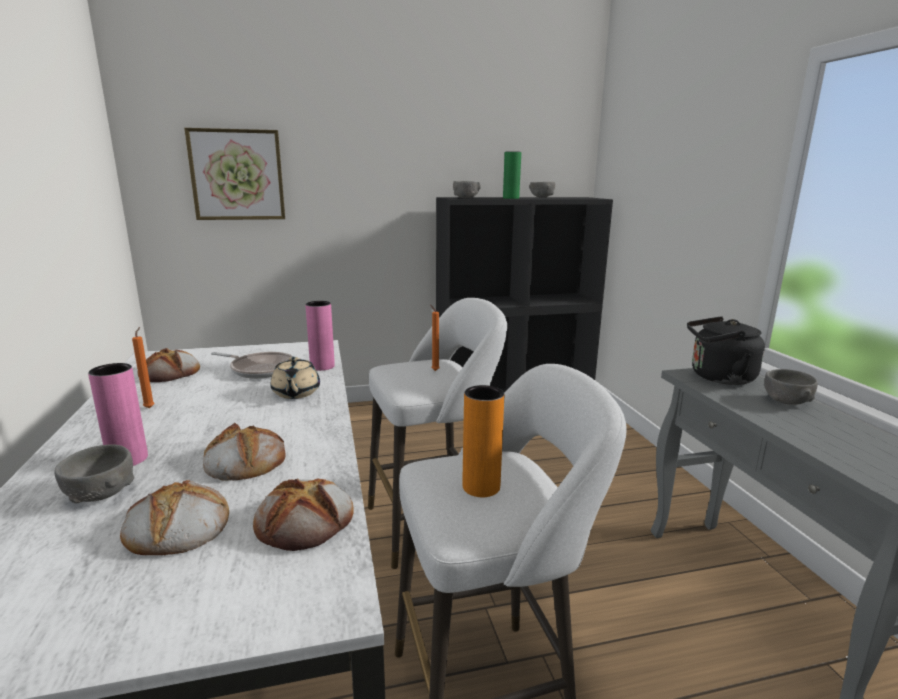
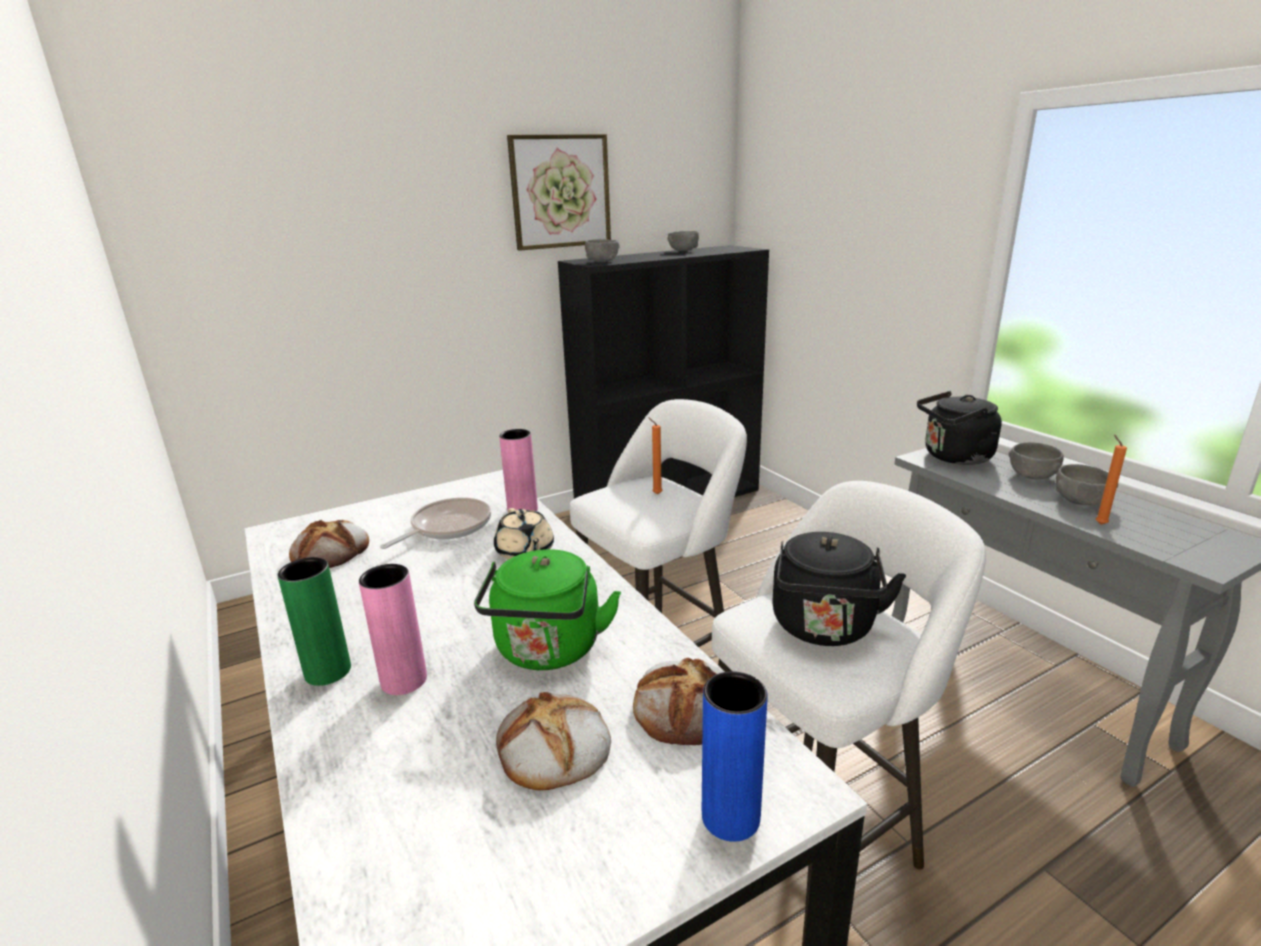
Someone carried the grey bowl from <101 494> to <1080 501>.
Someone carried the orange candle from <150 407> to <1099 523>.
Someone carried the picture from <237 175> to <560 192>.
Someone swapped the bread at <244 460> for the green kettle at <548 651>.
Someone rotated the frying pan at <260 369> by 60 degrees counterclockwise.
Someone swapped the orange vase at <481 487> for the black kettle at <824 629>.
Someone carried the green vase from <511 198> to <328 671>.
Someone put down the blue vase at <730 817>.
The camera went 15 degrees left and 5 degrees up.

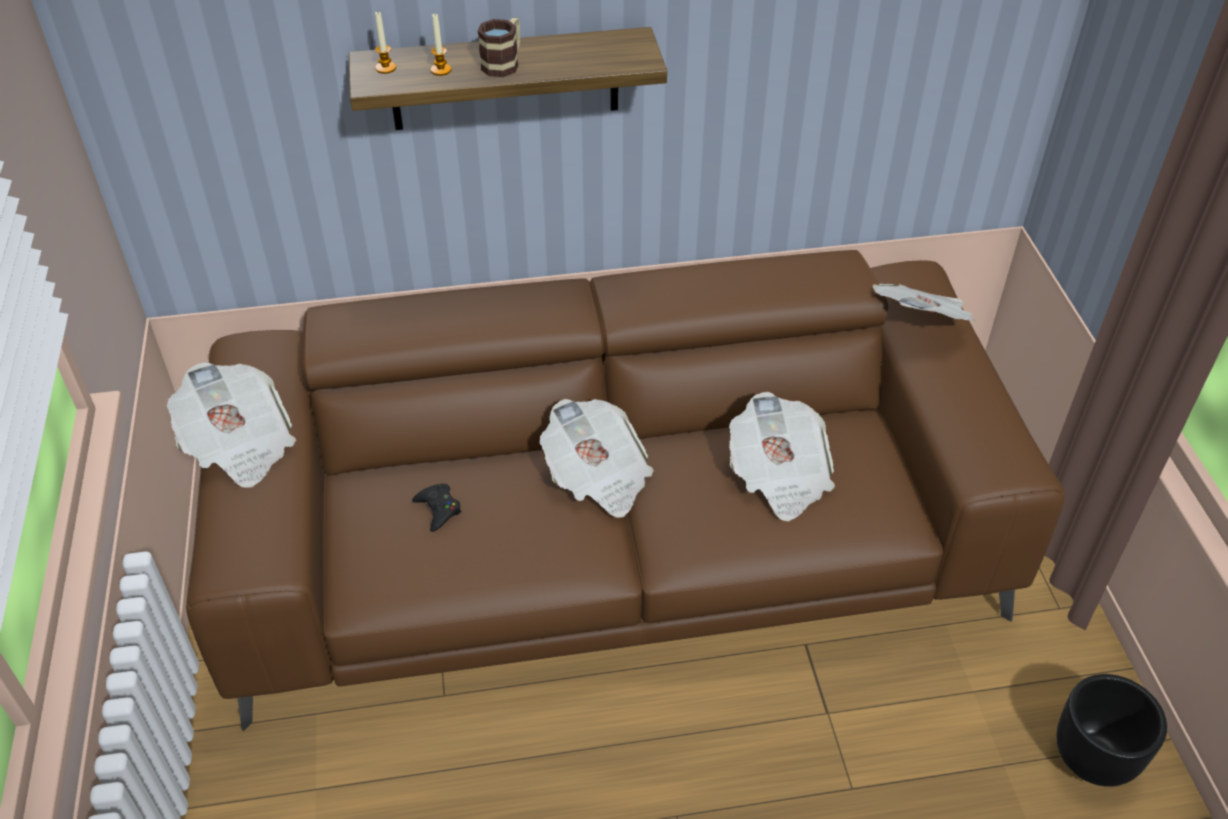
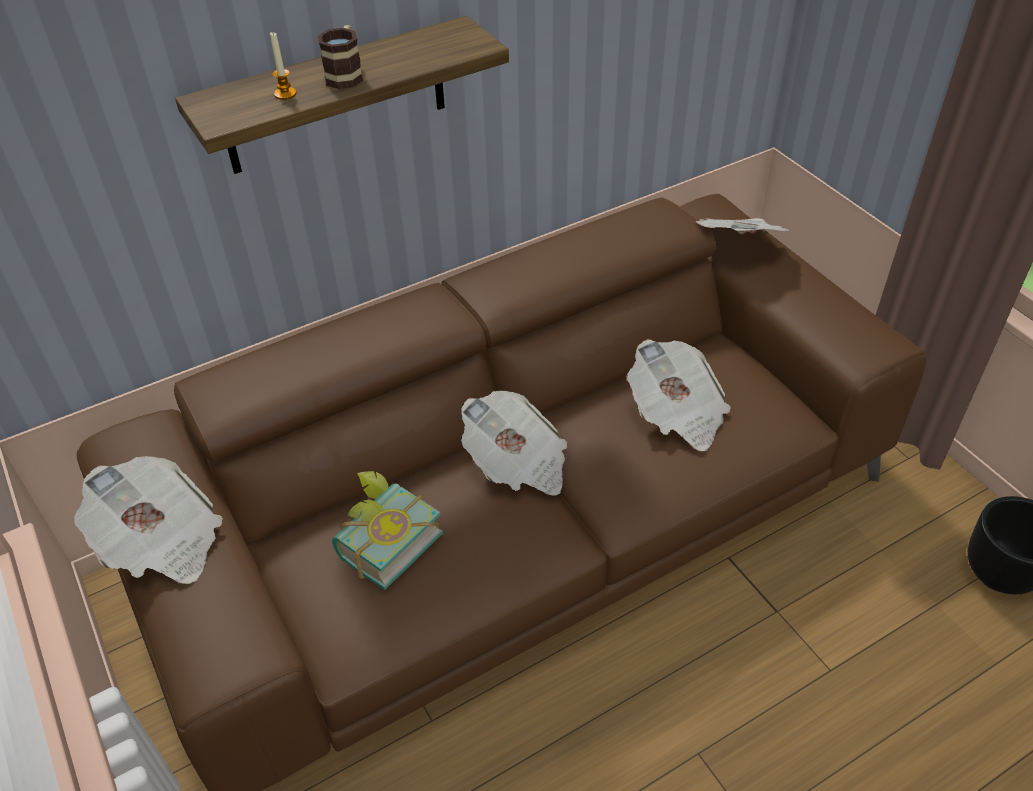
Someone took away the candle at <385 68>.
Someone swapped the black game controller at <438 509> for the book at <383 542>.
The camera went 20 degrees left and 0 degrees up.

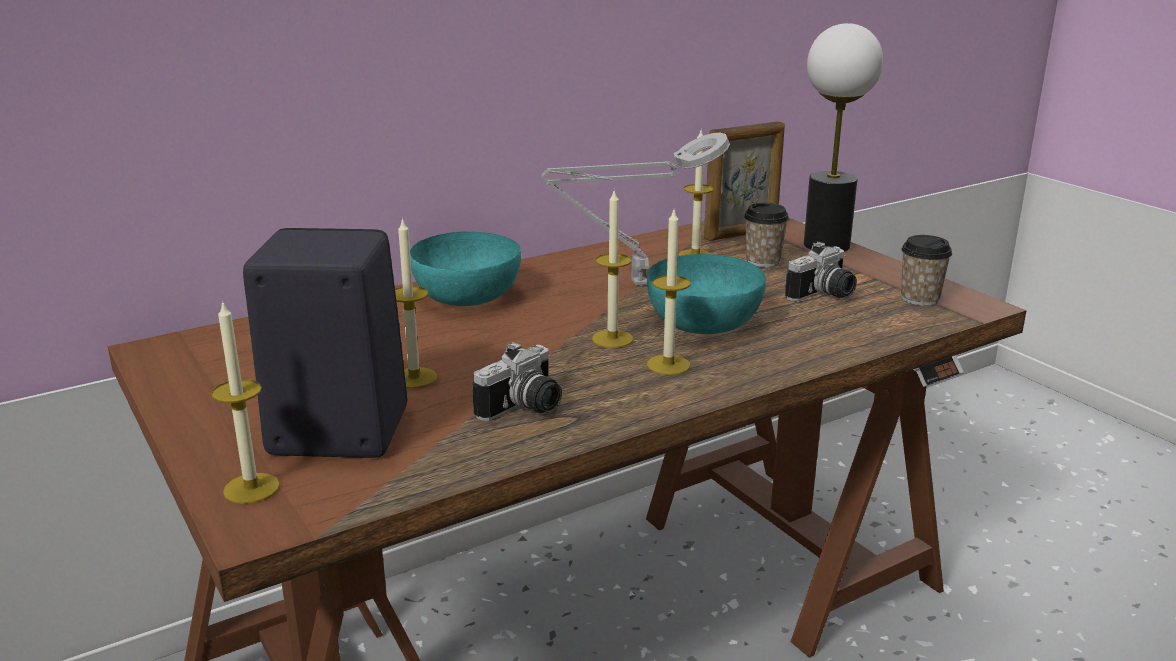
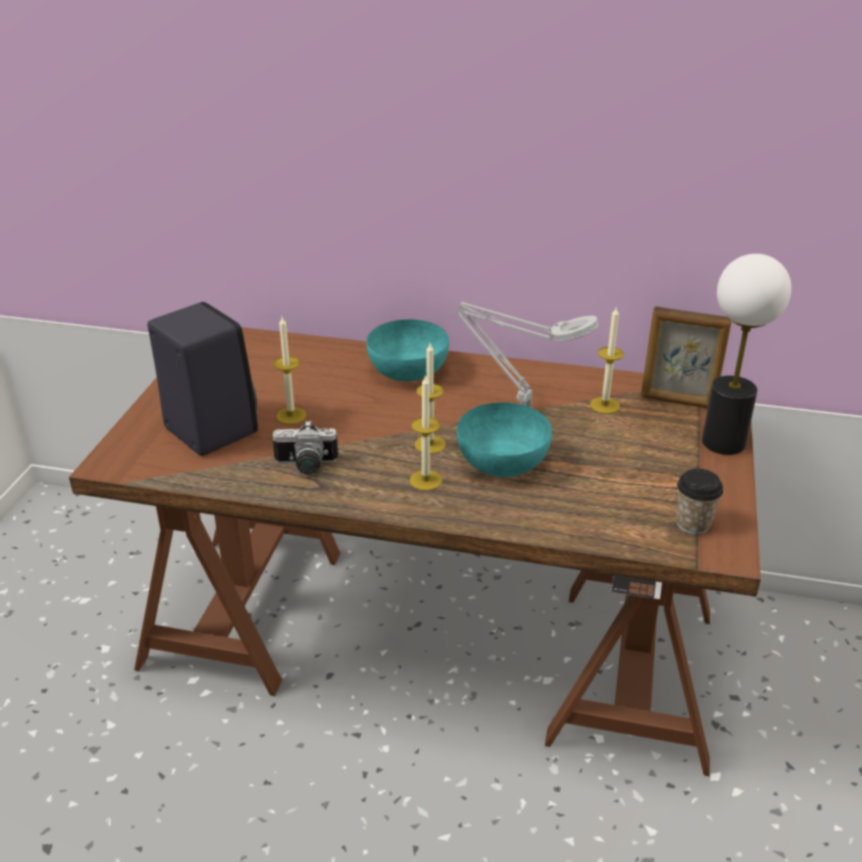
Someone took away the candle at <251 488>.
Someone took away the cup at <763 261>.
Someone took away the photo camera at <824 295>.
The camera went 45 degrees right and 10 degrees up.

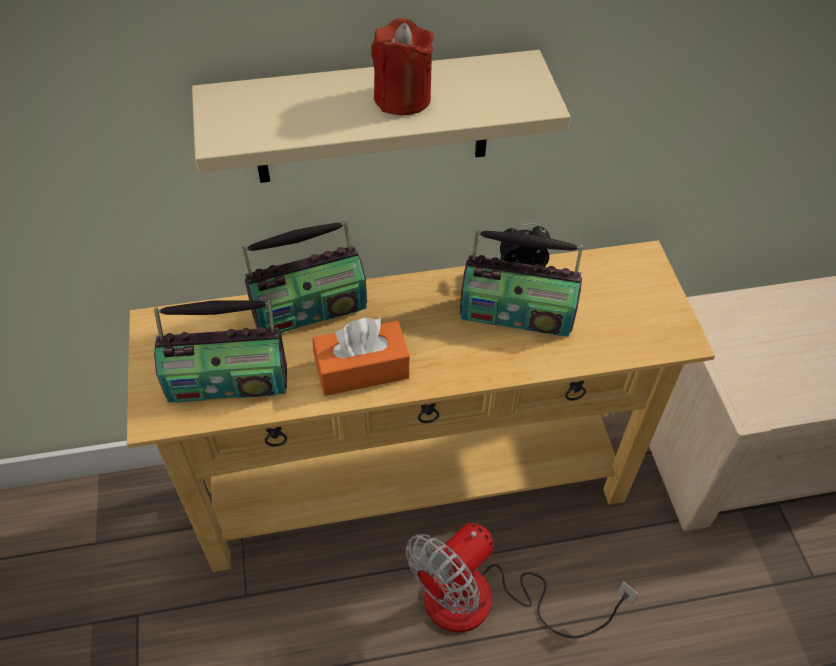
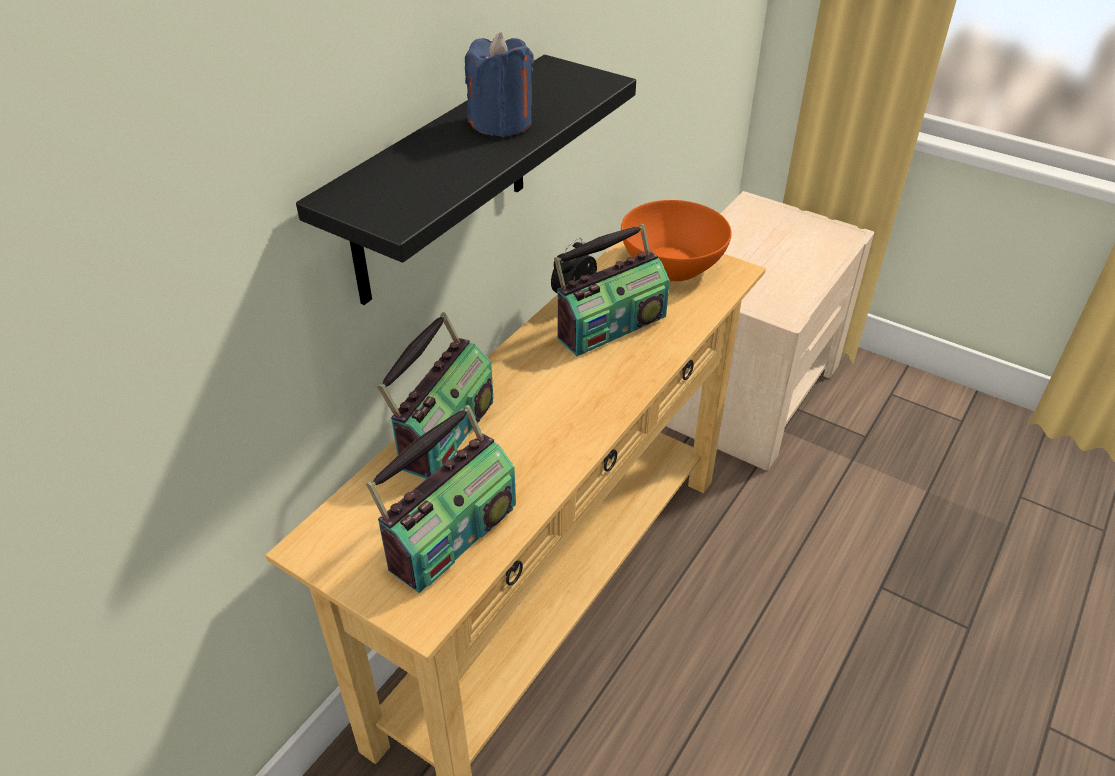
Someone repainted the beige shelf at <372 119>, which became the black shelf at <441 182>.
Someone took away the orange tissue box at <362 369>.
Someone repainted the red candle at <402 98>, which became the blue candle at <501 123>.
Someone took away the fan at <484 602>.
Someone put down the orange bowl at <673 264>.
The camera went 45 degrees left and 10 degrees down.

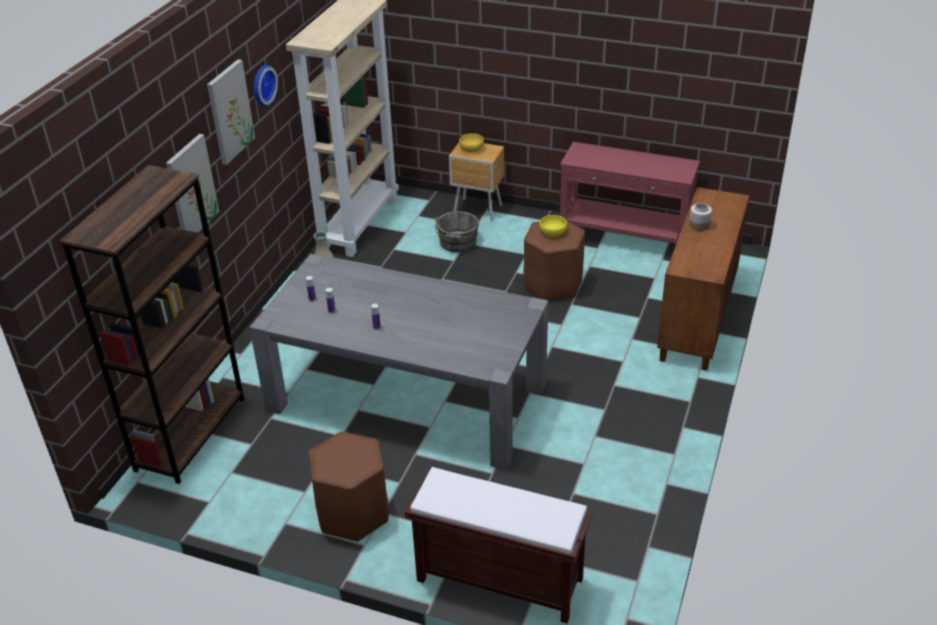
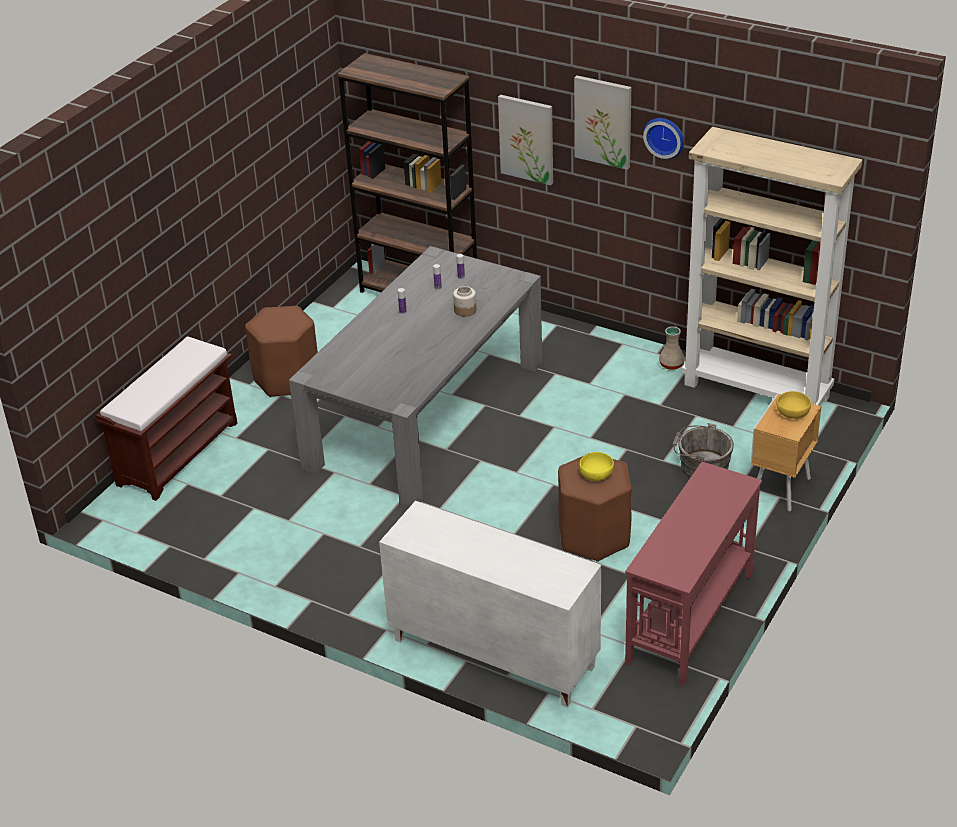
Someone repainted the brown cabinet at <698 320>, which became the white cabinet at <491 653>.
Someone carried the jar from <699 225> to <465 310>.
The camera went 100 degrees right and 0 degrees up.

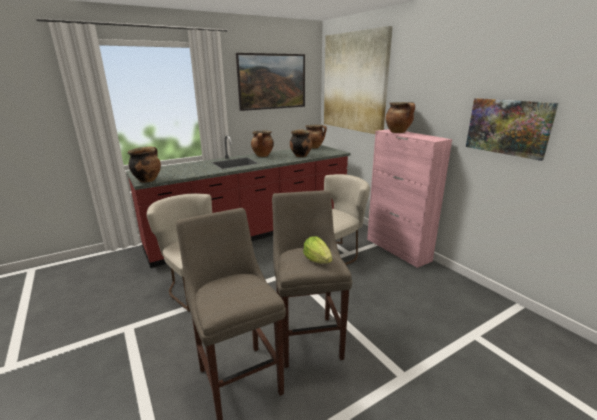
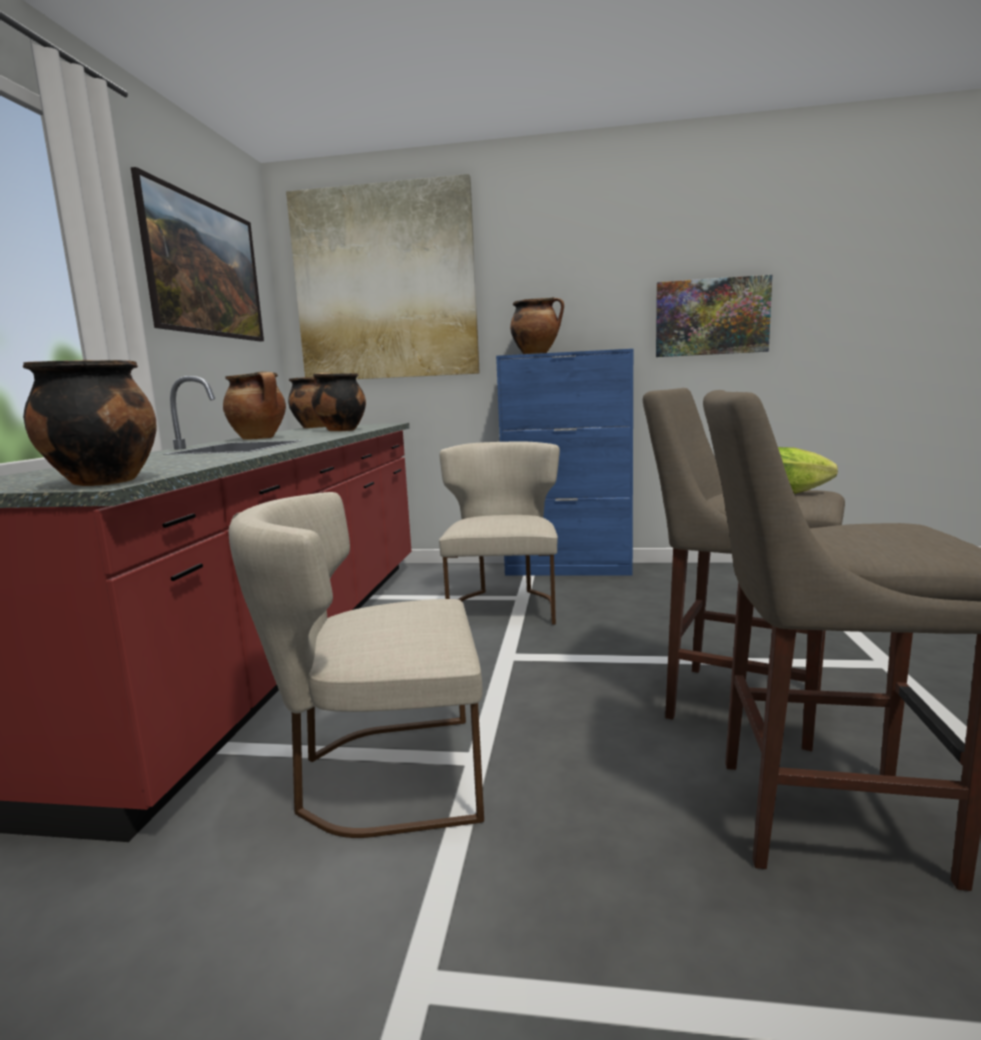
Someone repainted the pink cabinet at <398 250>, which became the blue cabinet at <569 569>.
The camera went 50 degrees left and 10 degrees down.

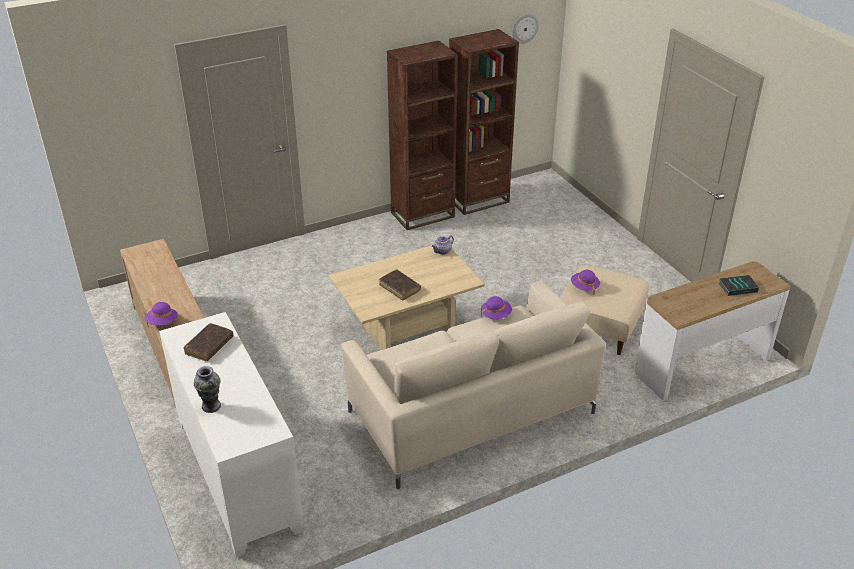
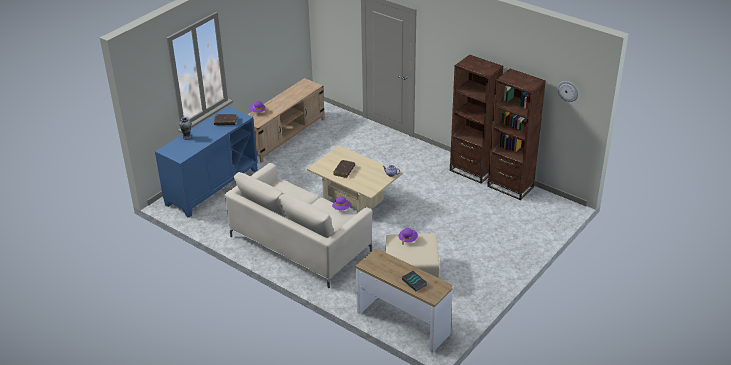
Someone repainted the white cabinet at <236 475>, which became the blue cabinet at <212 187>.
The camera went 65 degrees right and 0 degrees up.

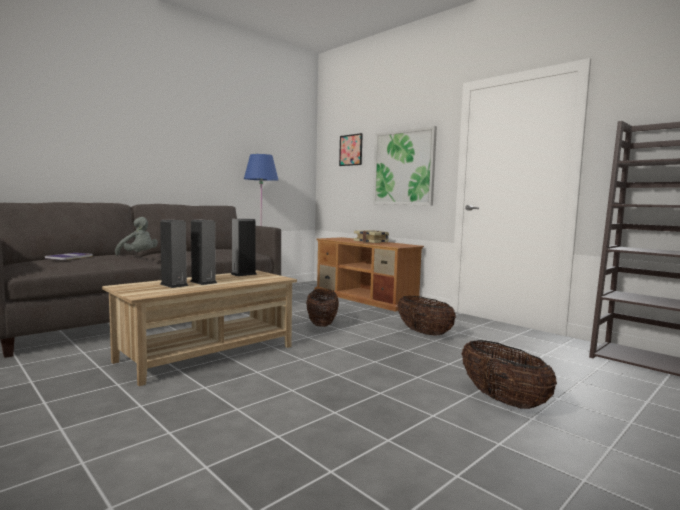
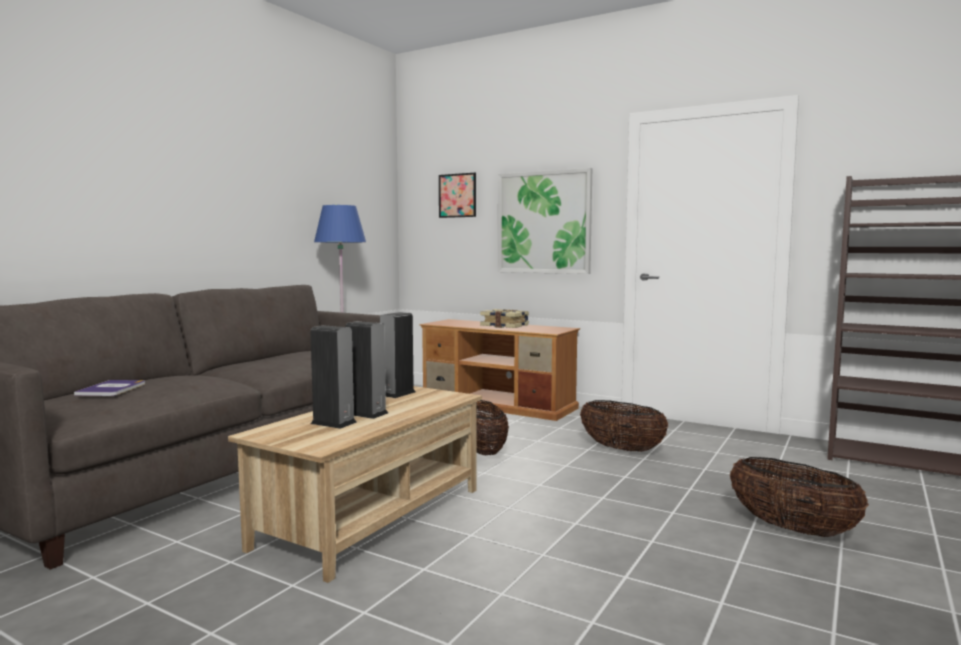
Someone took away the grey plush toy at <139 255>.
The camera went 15 degrees left and 0 degrees up.

